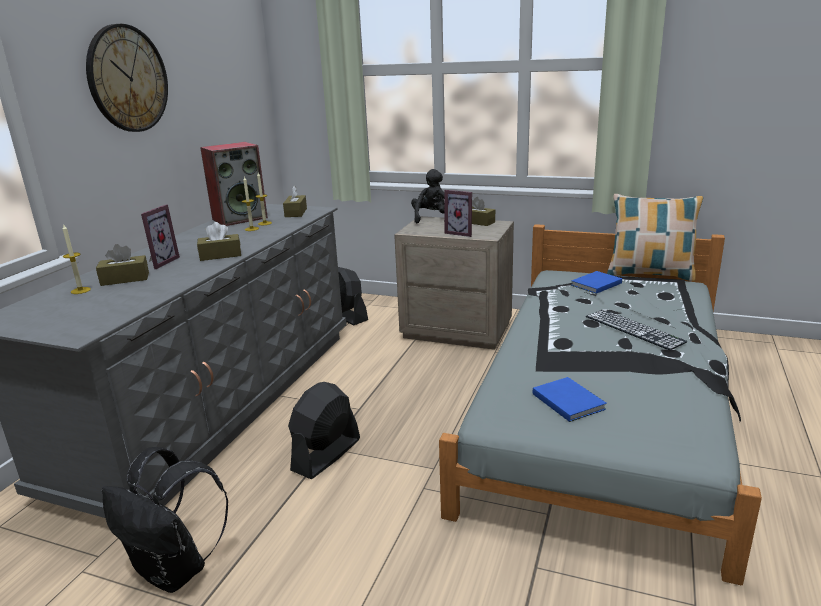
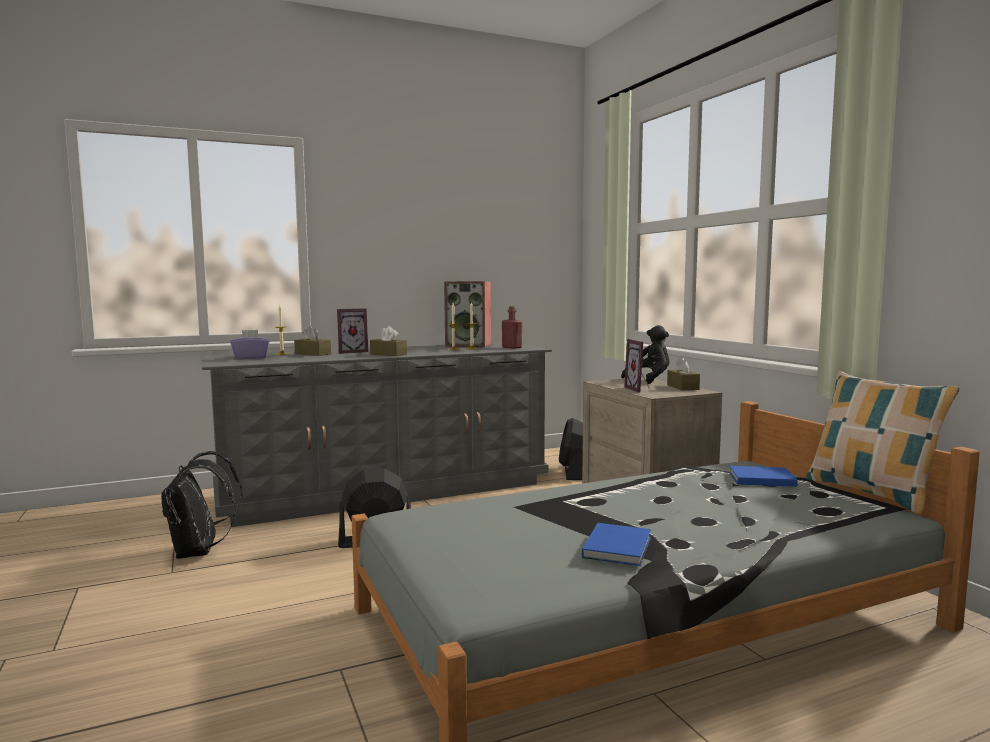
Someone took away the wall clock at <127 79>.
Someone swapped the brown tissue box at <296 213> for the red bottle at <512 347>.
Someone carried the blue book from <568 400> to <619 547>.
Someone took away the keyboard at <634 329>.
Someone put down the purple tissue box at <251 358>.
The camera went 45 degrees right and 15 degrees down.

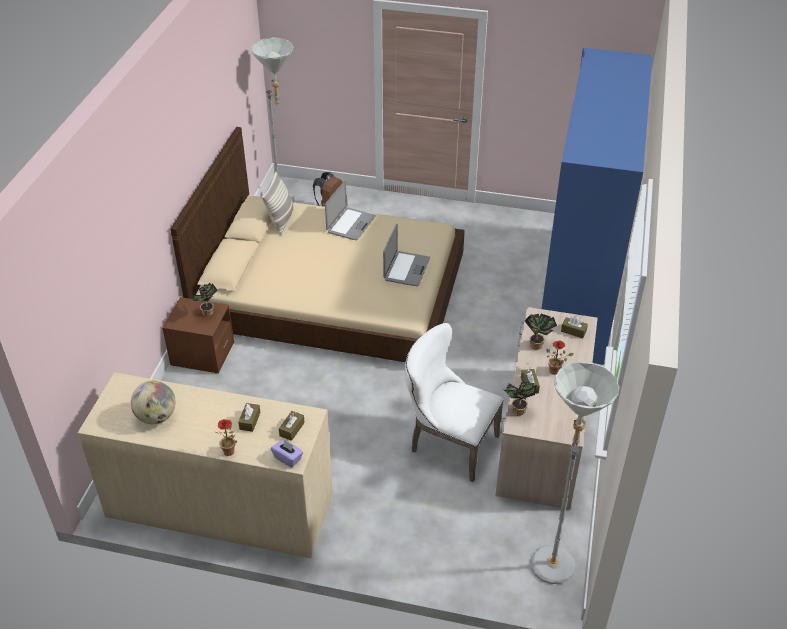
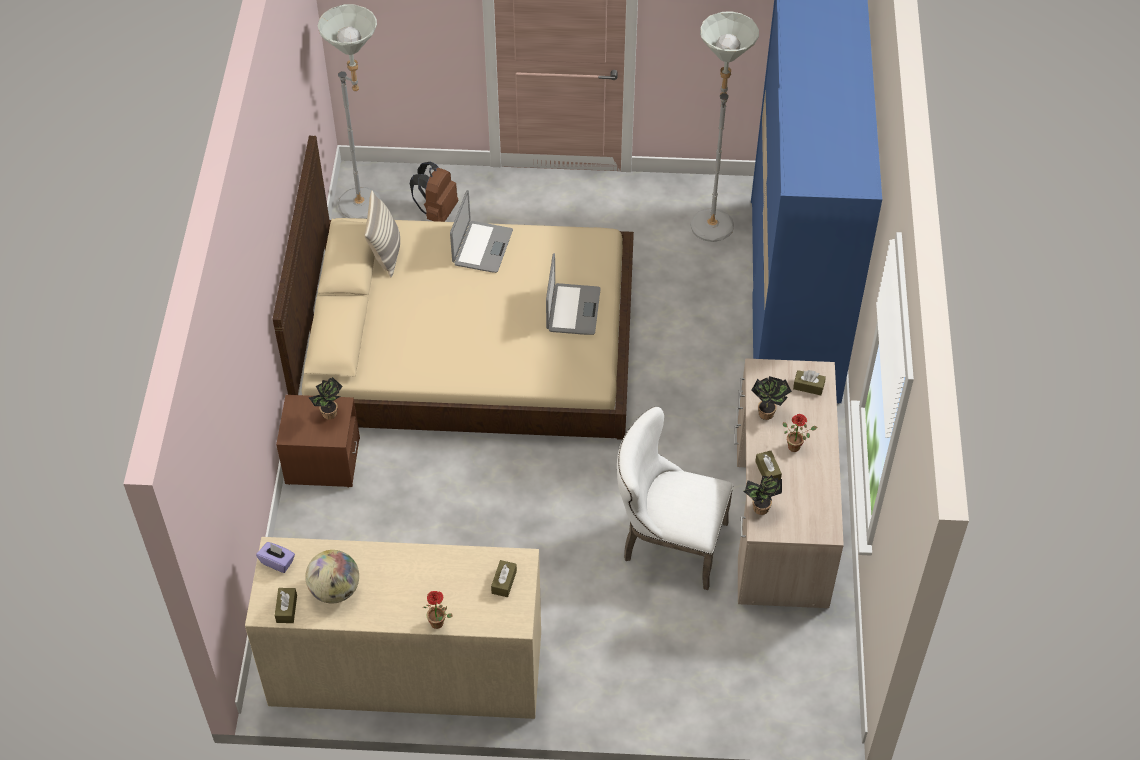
Someone carried the brown tissue box from <250 421> to <286 609>.
Someone carried the purple tissue box from <288 458> to <277 562>.
Someone carried the grey floor lamp from <553 557> to <712 219>.
The camera went 10 degrees left and 10 degrees up.

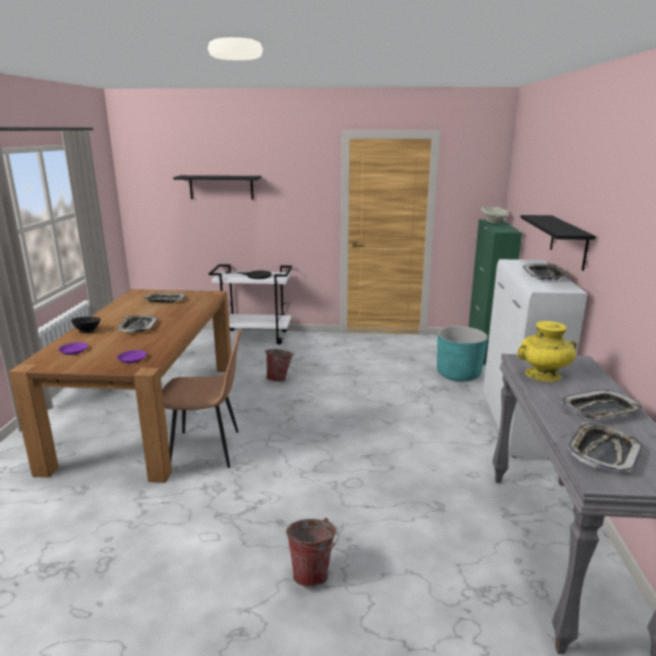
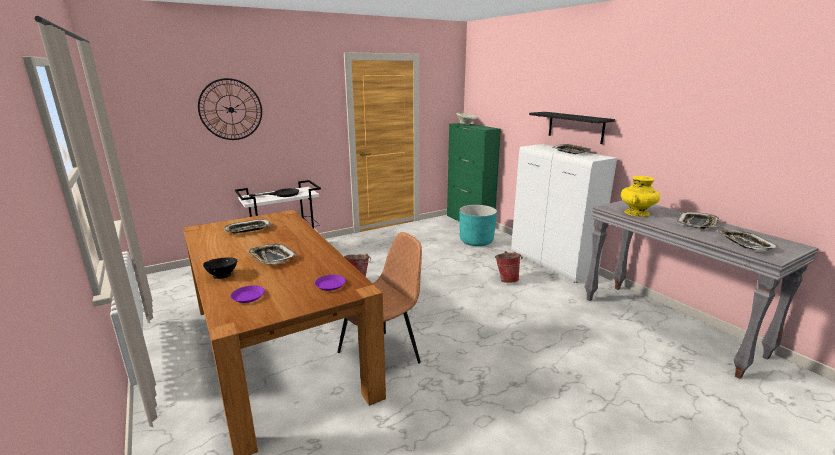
Someone swapped the black shelf at <221 187> for the wall clock at <231 109>.
Someone carried the bucket from <313 572> to <507 279>.
The camera went 35 degrees left and 0 degrees up.

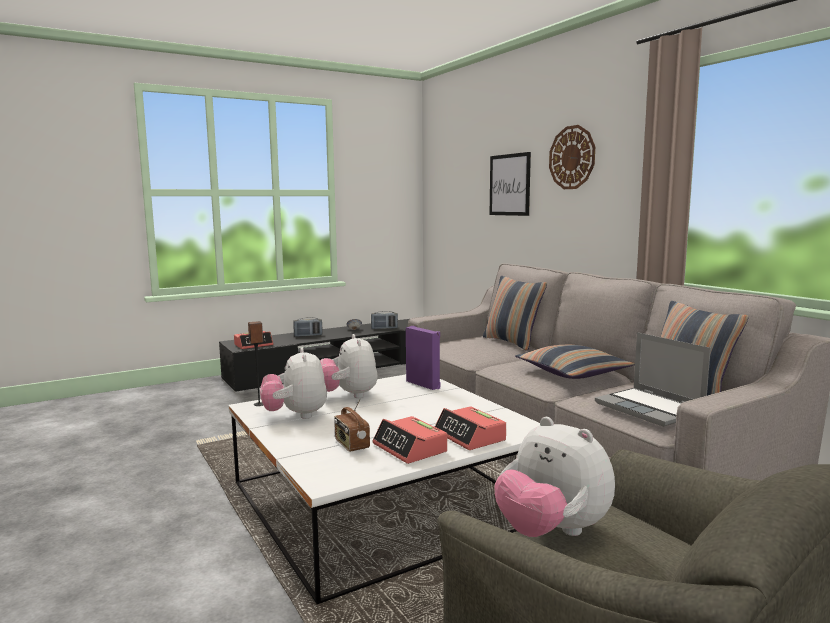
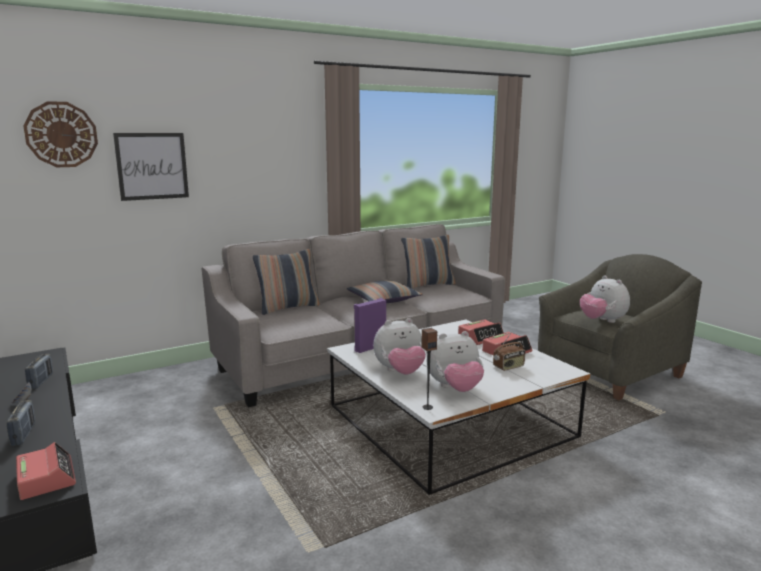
Someone rotated the plush toy at <551 532> by 105 degrees clockwise.
Someone carried the wall clock from <572 157> to <61 134>.
Someone took away the laptop at <650 409>.
The camera went 90 degrees left and 5 degrees up.

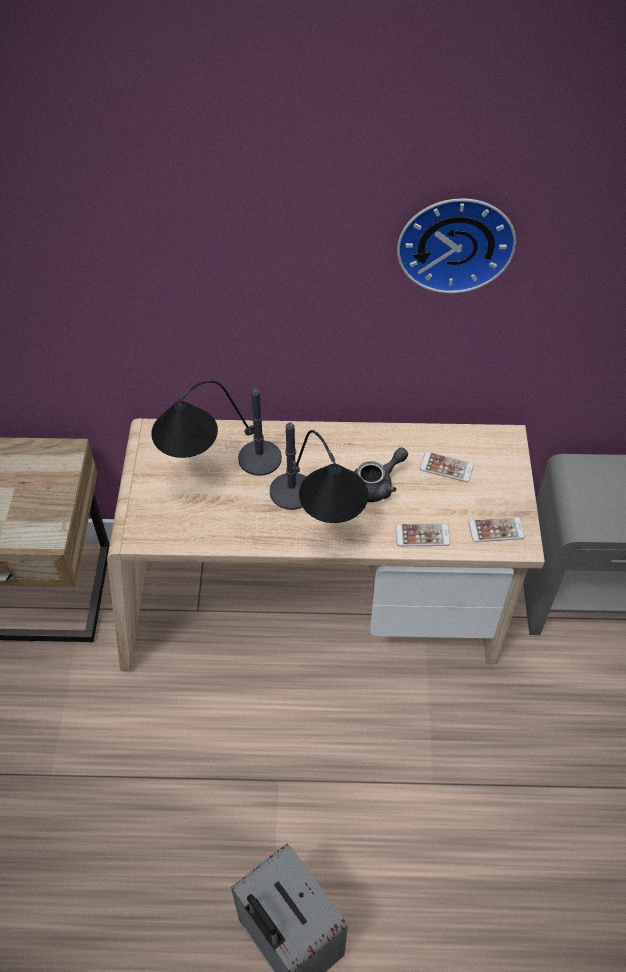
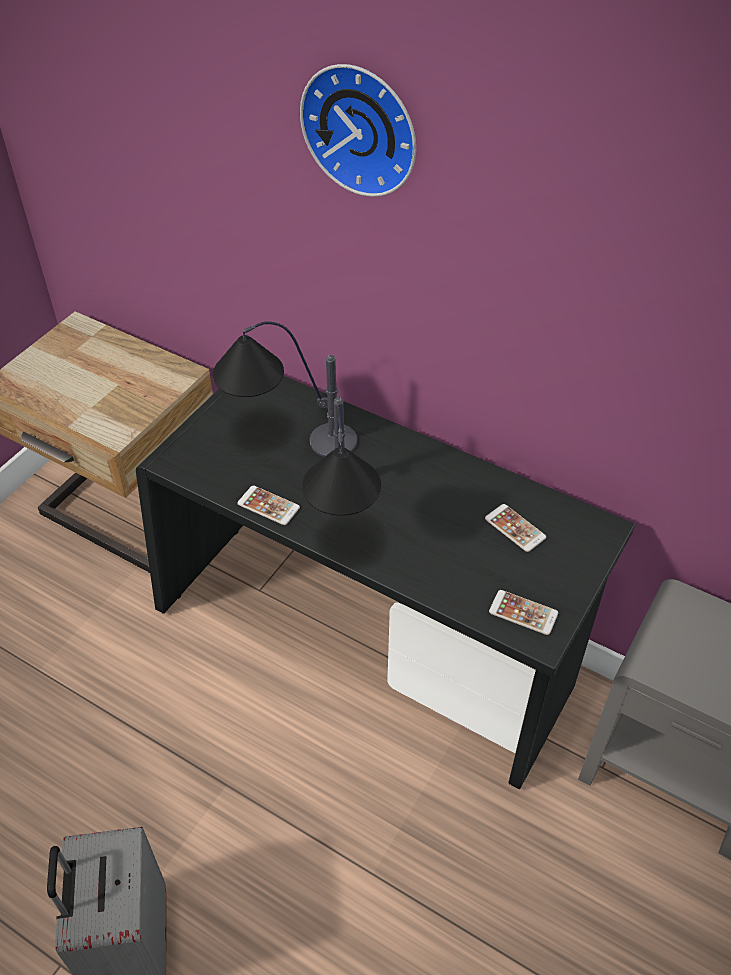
Someone repainted the beige desk at <313 612>, which became the black desk at <365 644>.
Someone took away the grey teapot at <377 485>.
Someone carried the phone from <422 535> to <268 506>.
Someone carried the wall clock from <455 241> to <363 128>.
The camera went 30 degrees right and 5 degrees down.

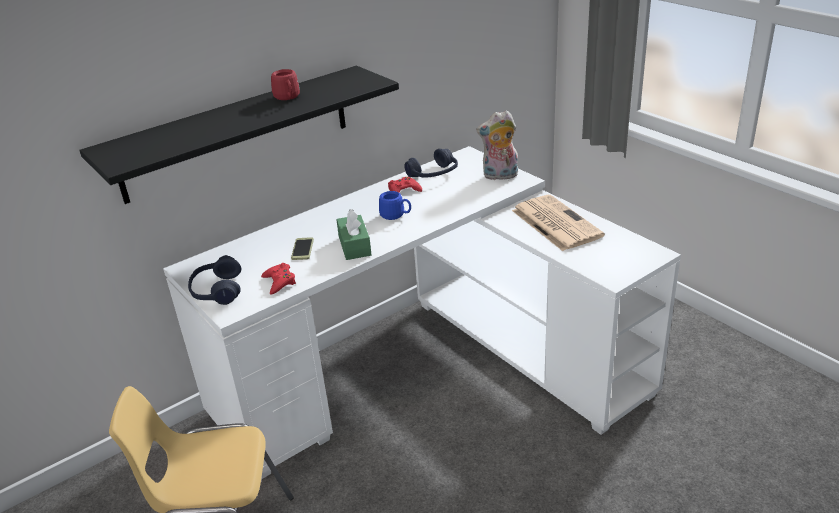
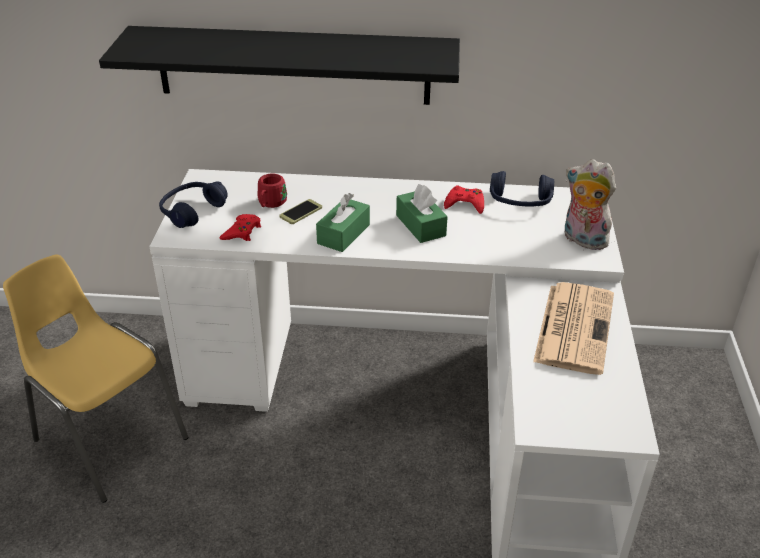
Someone carried the red mug from <288 98> to <270 204>.
Someone swapped the blue mug at <396 216> for the green tissue box at <420 225>.
The camera went 40 degrees right and 5 degrees up.

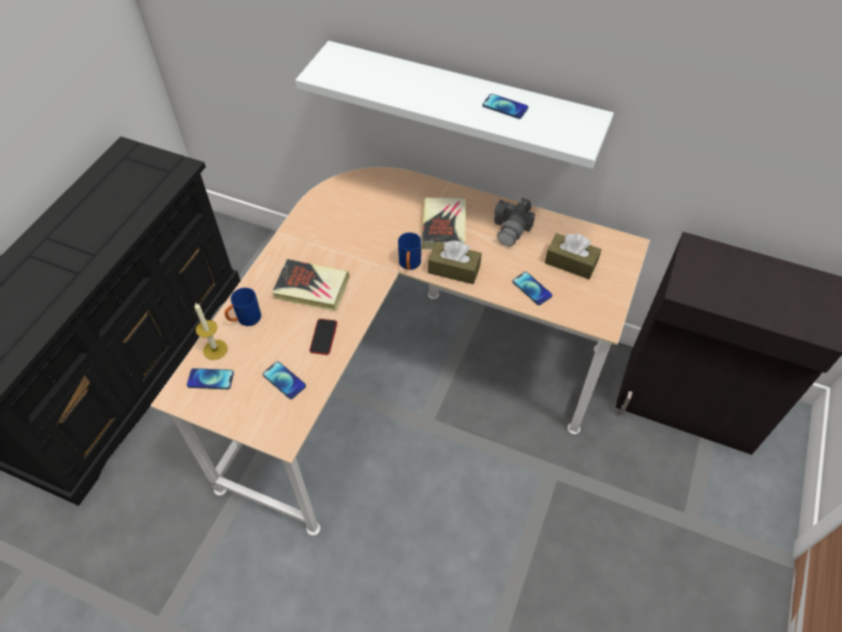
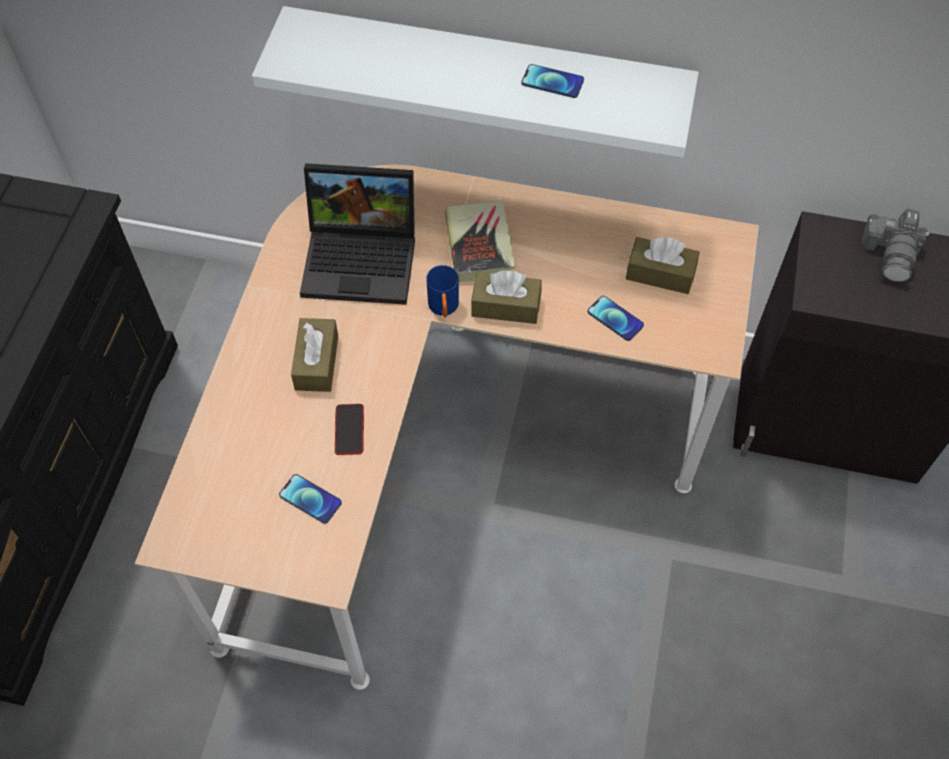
Someone took away the phone at <210 379>.
Someone took away the candle at <215 349>.
Someone took away the blue mug at <245 319>.
Someone swapped the book at <311 288> for the brown tissue box at <317 362>.
Someone carried the photo camera from <512 229> to <892 253>.
Someone put down the laptop at <363 258>.
The camera went 10 degrees left and 5 degrees up.

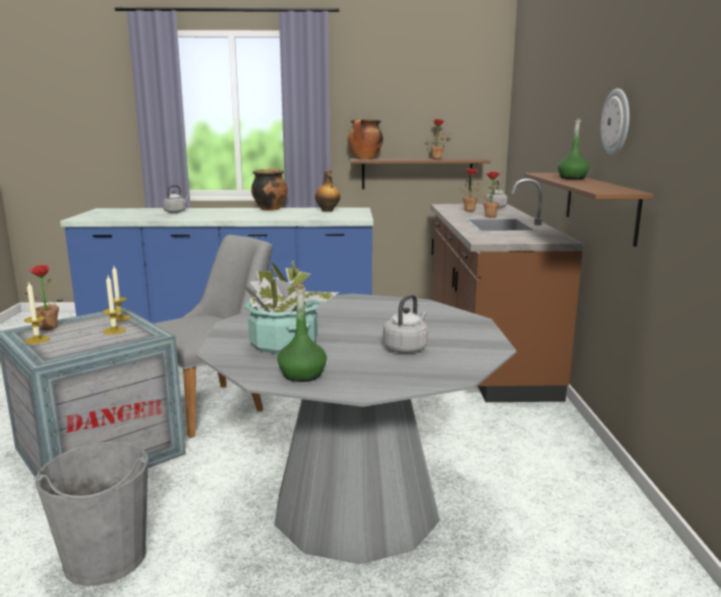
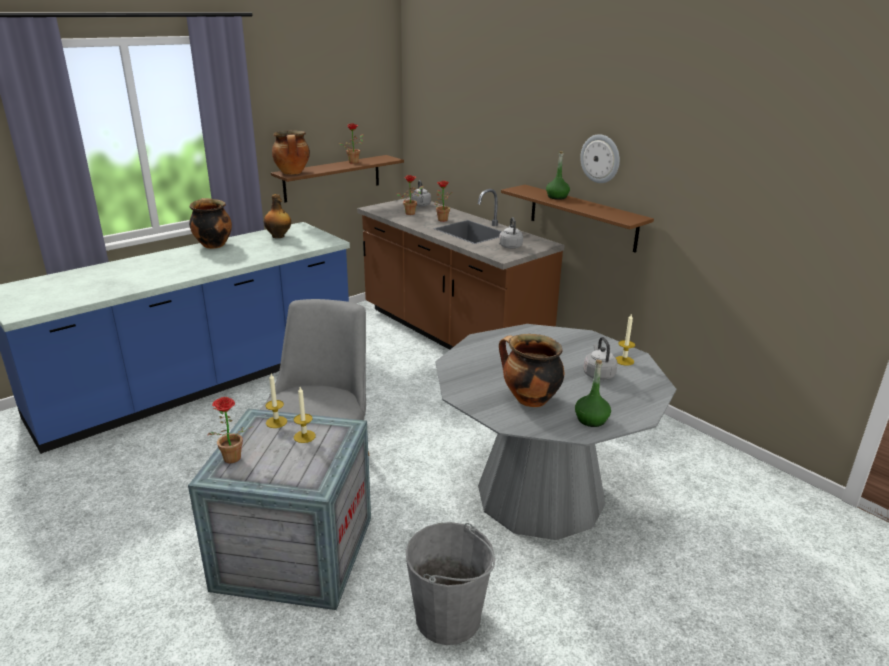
Someone carried the candle from <37 340> to <624 360>.
Someone carried the grey kettle from <176 212> to <510 246>.
Someone swapped the potted plant at <283 343> for the cooking pot at <529 400>.
The camera went 40 degrees left and 10 degrees up.

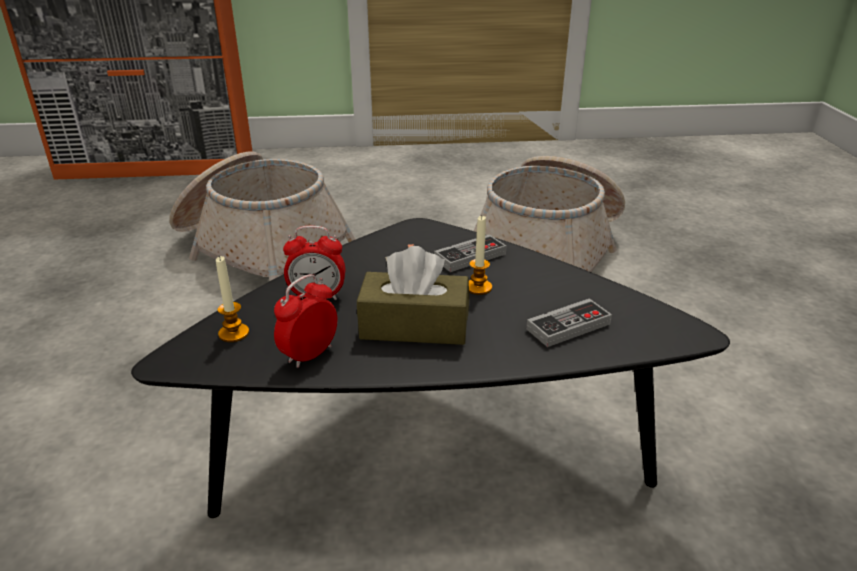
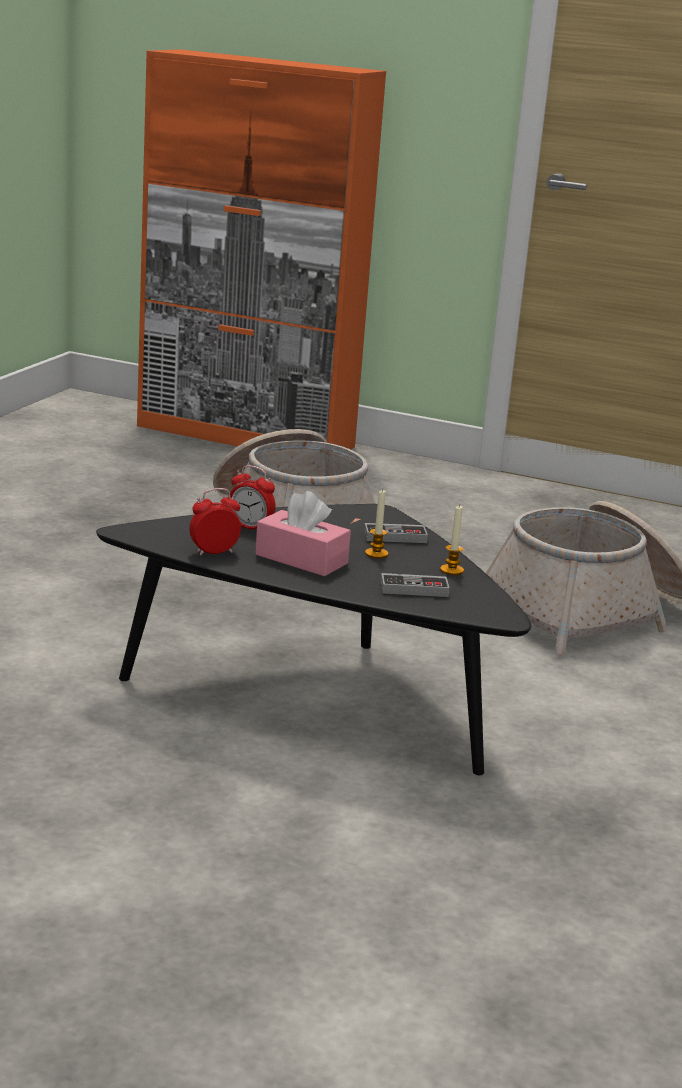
Someone carried the candle from <234 333> to <452 570>.
Someone repainted the brown tissue box at <414 326>, which became the pink tissue box at <301 559>.
The camera went 25 degrees right and 10 degrees down.

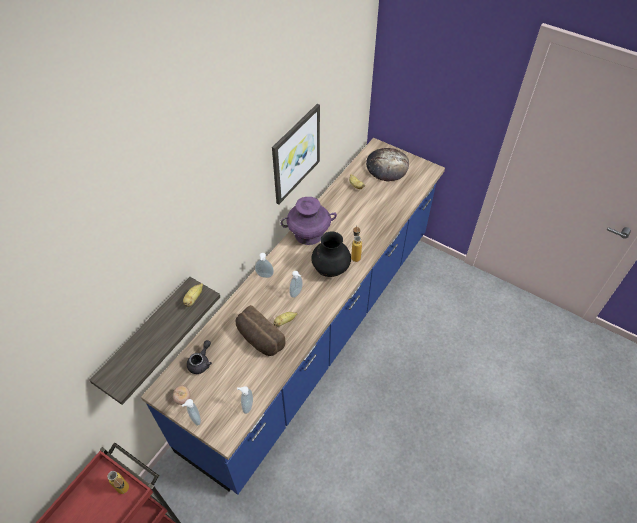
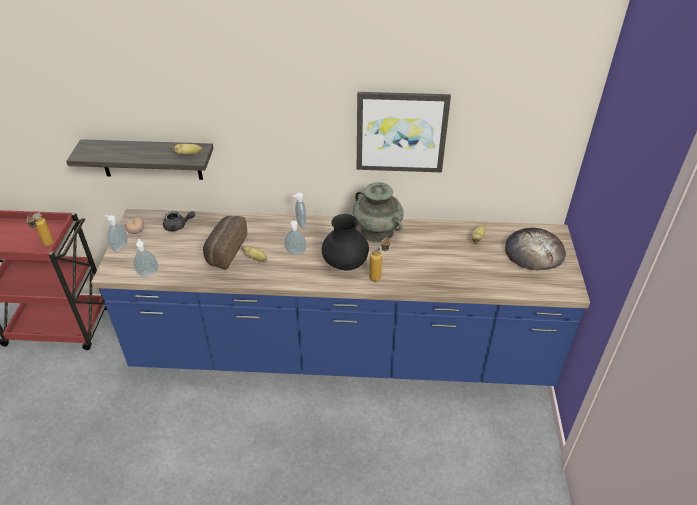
Someone repainted the purple vase at <309 234>, which became the turquoise vase at <377 231>.
The camera went 60 degrees right and 10 degrees down.

